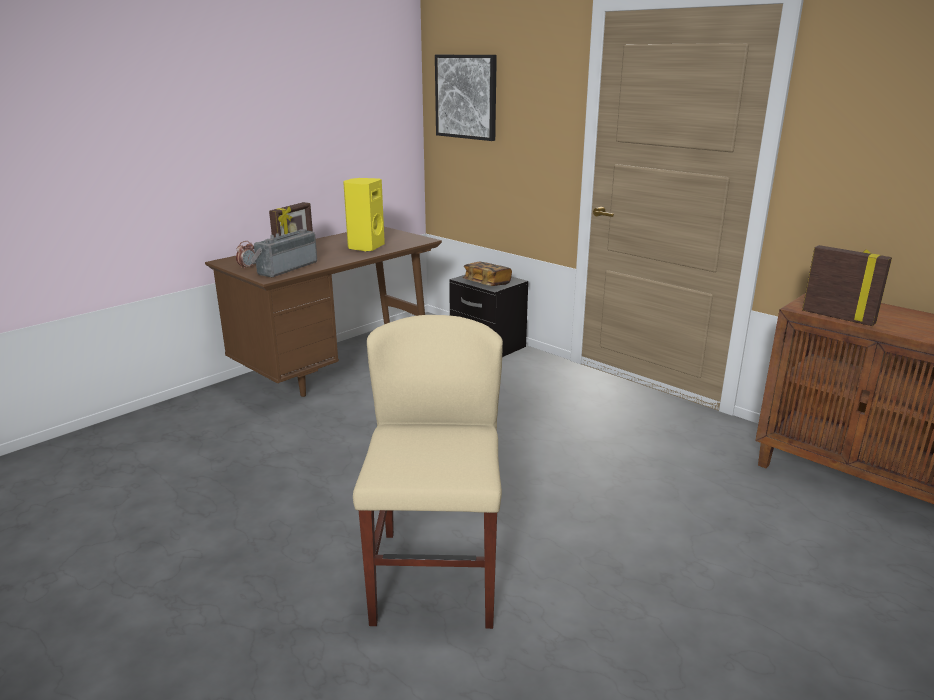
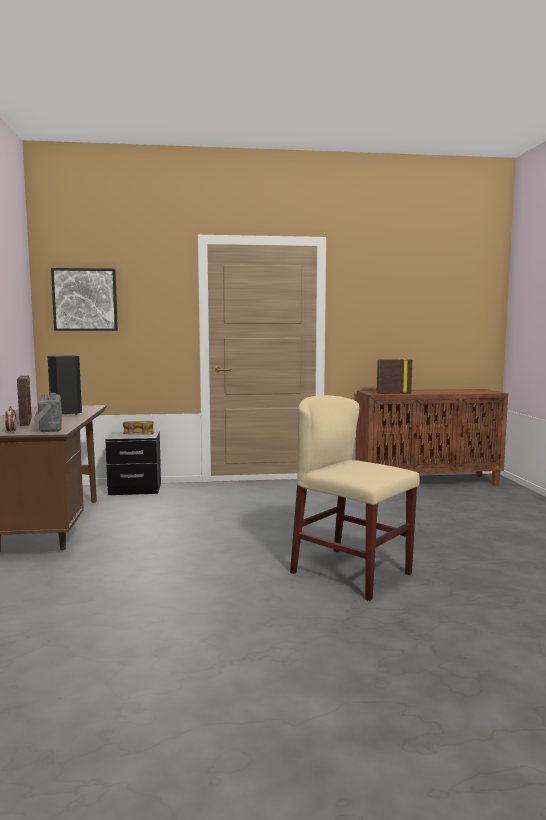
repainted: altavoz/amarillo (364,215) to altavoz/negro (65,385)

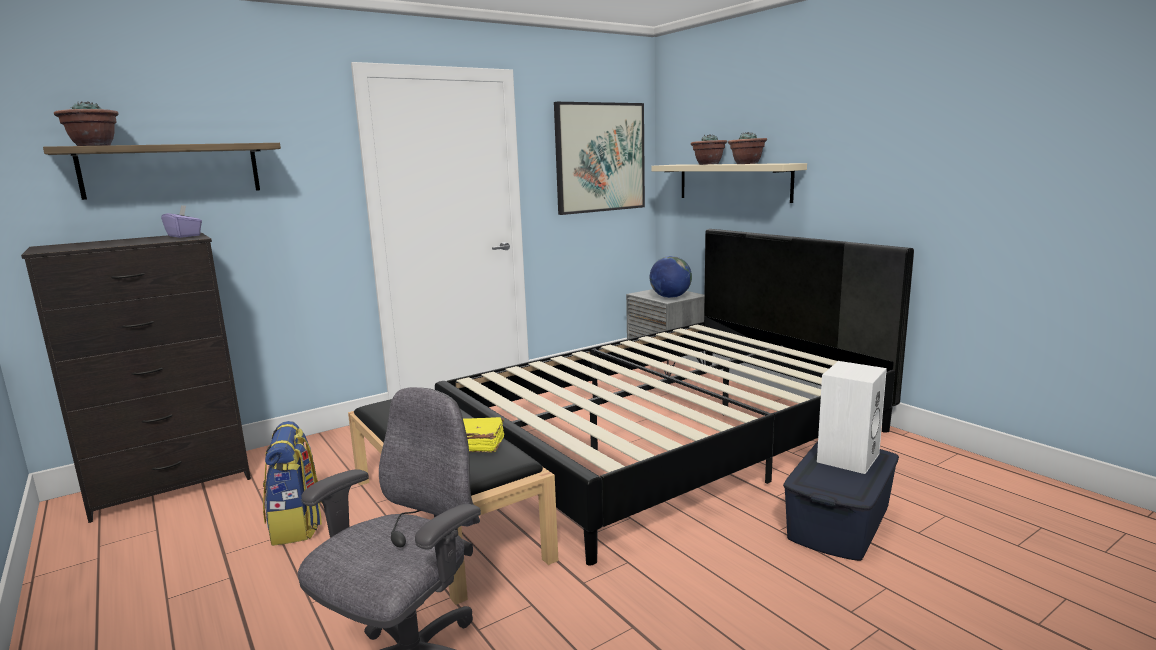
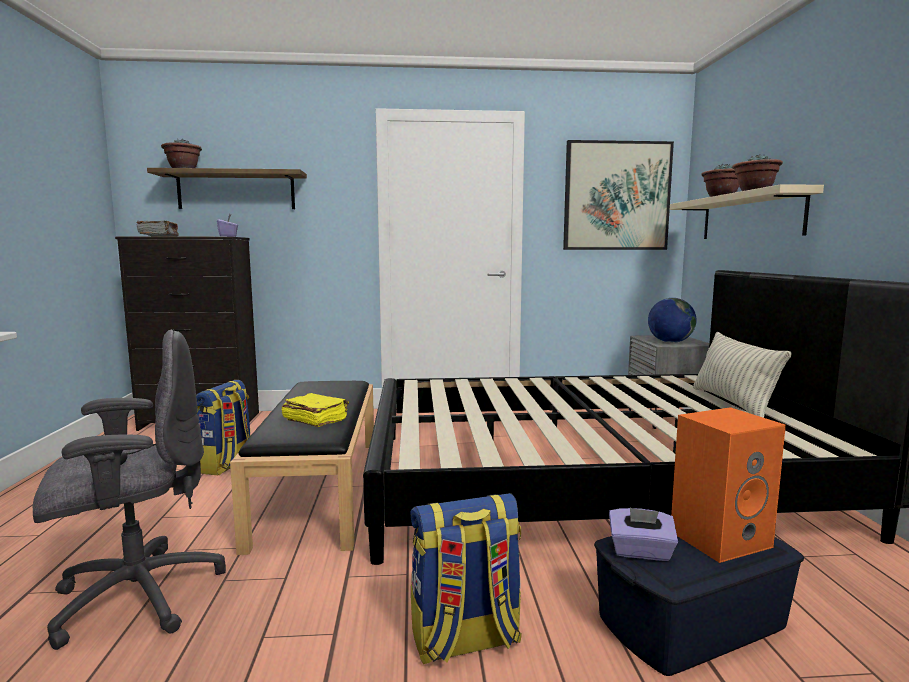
new: libro/gris (157,228); mochila (466,578); caja de pañuelos/morado (643,534); cojín (742,375)
repainted: altavoz/blanco (852,417) to altavoz/naranja (728,485)

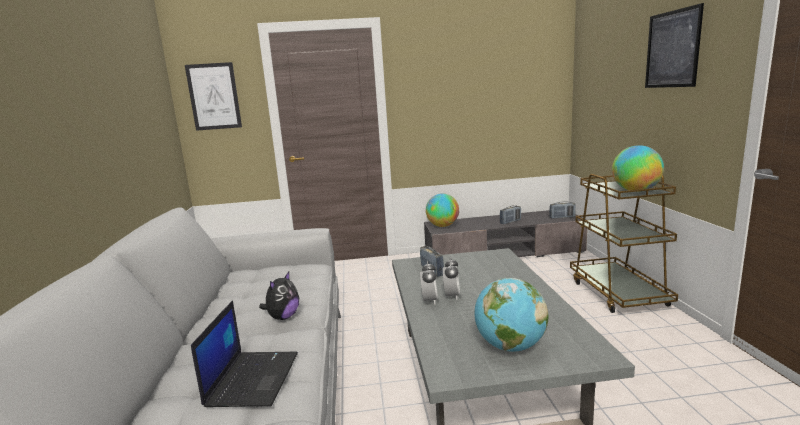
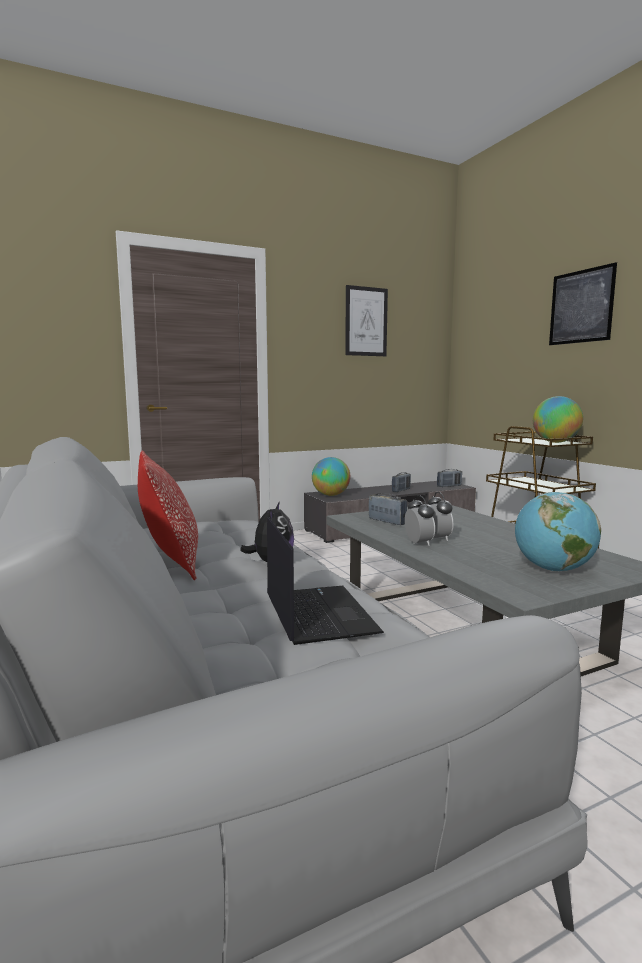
new: cojín (168,515)
shifted: cuadro (213,96) to (366,320)

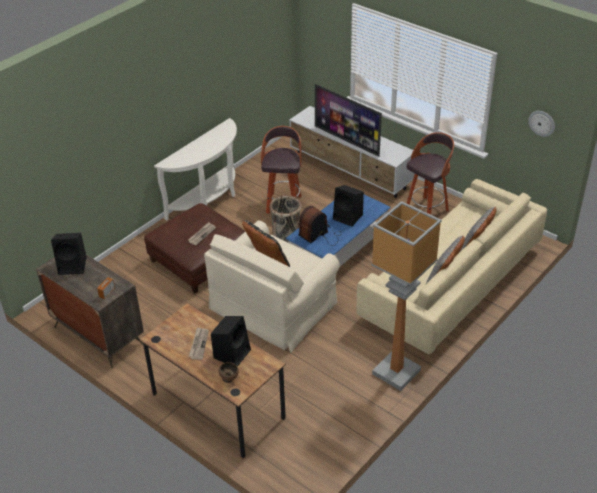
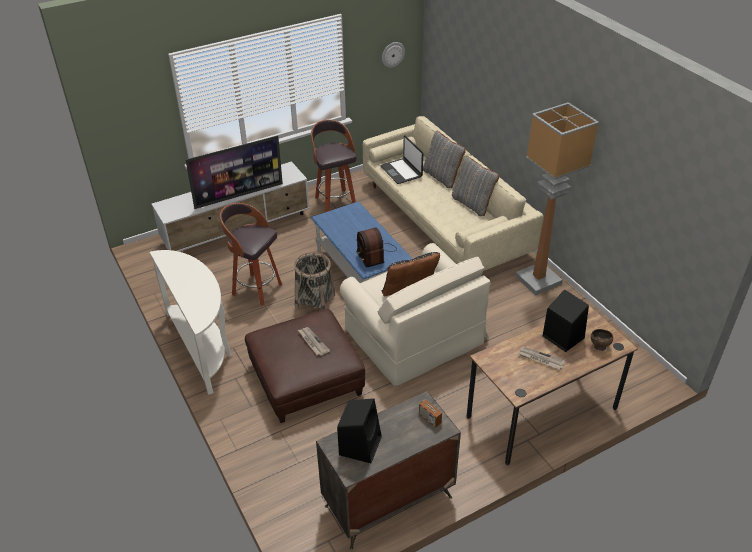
gone: altavoz/negro (348,205)
new: portátil (401,159)

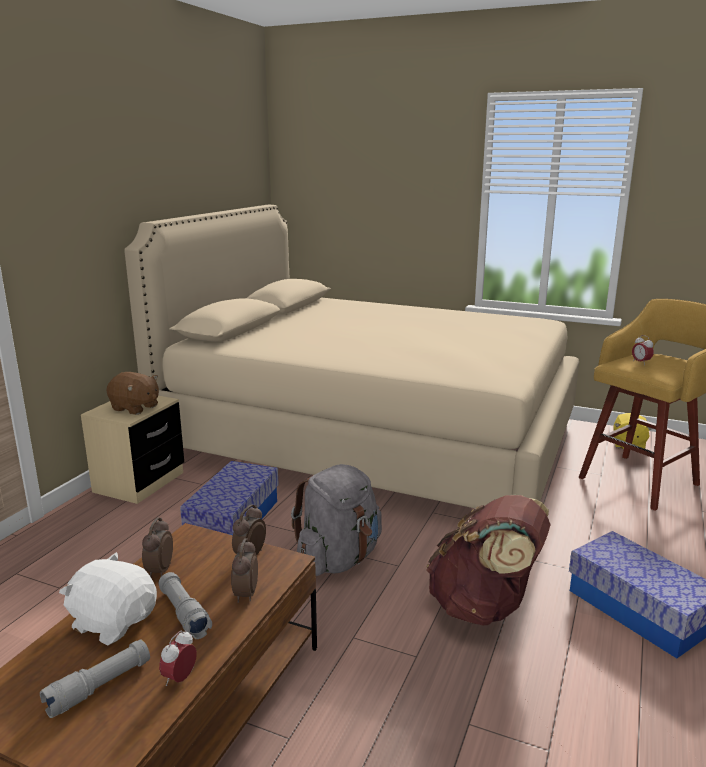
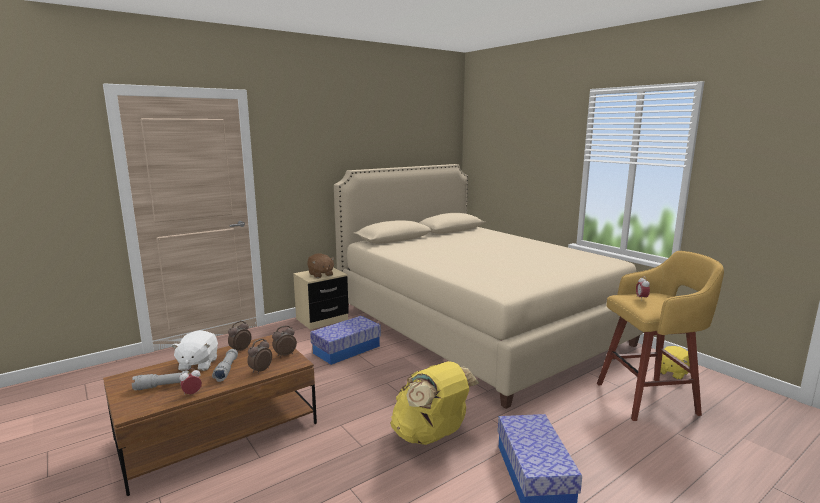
gone: mochila/gris (336,520)
repainted: mochila/marrón (489,560) to mochila/amarillo (435,403)
rotated: peluche/blanco (108,599) = (194,350) 150 degrees counterclockwise

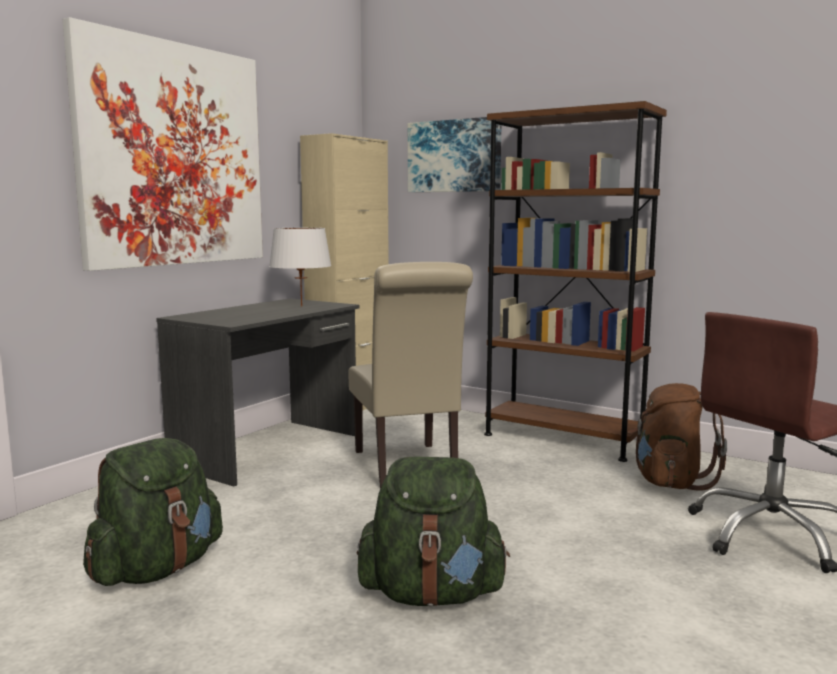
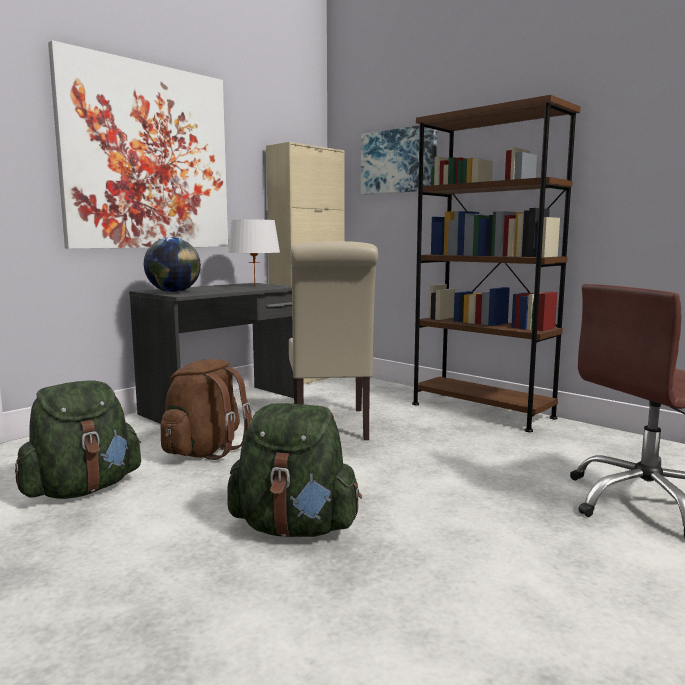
new: globo terráqueo (172,264)
shifted: mochila/marrón (677,437) to (206,409)

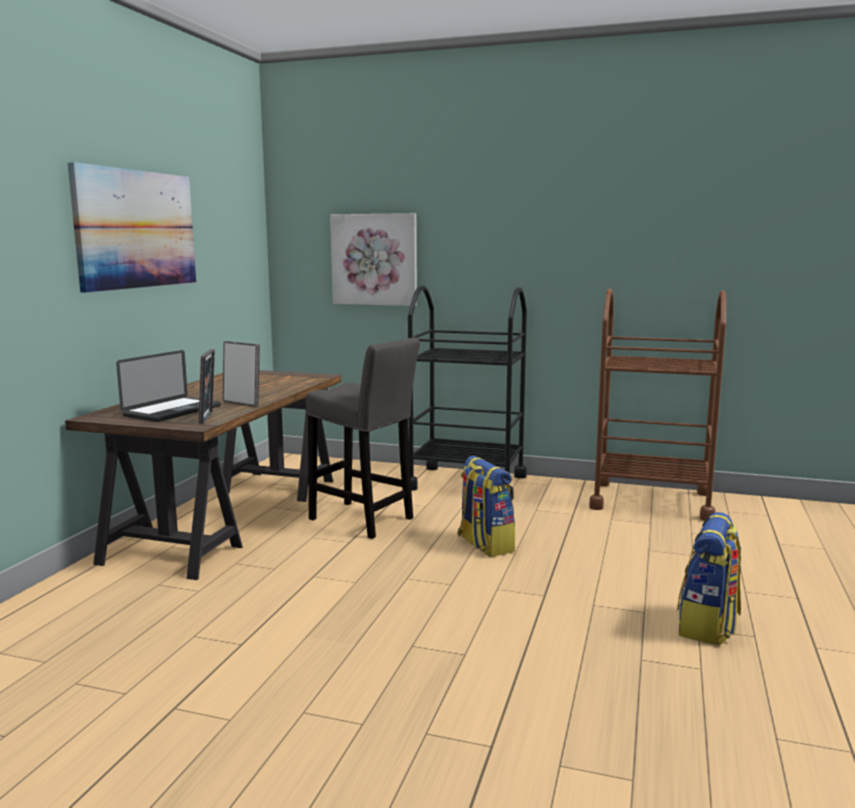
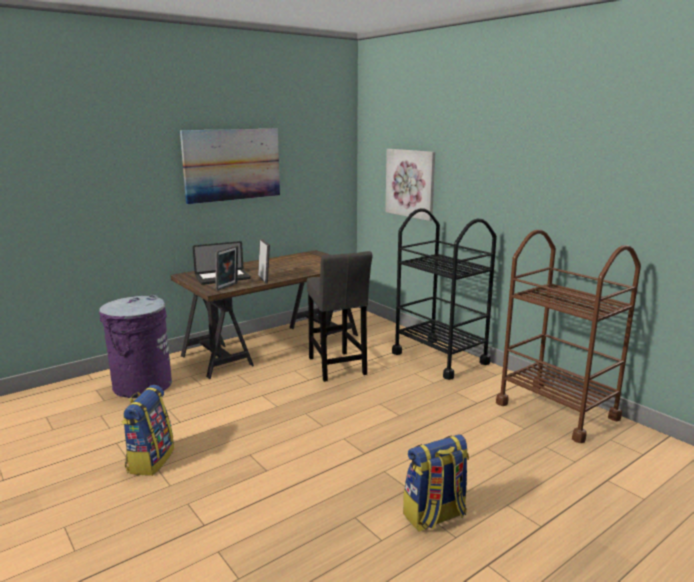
new: papelera/morado (135,346)
shifted: mochila (486,506) to (147,430)

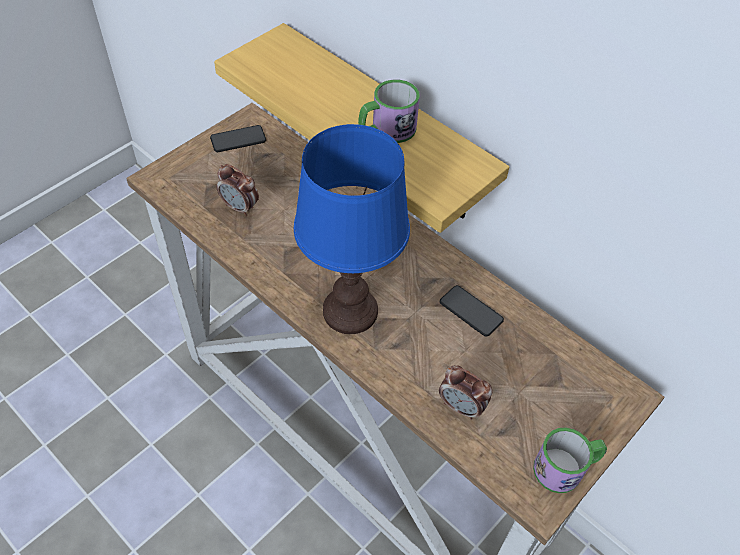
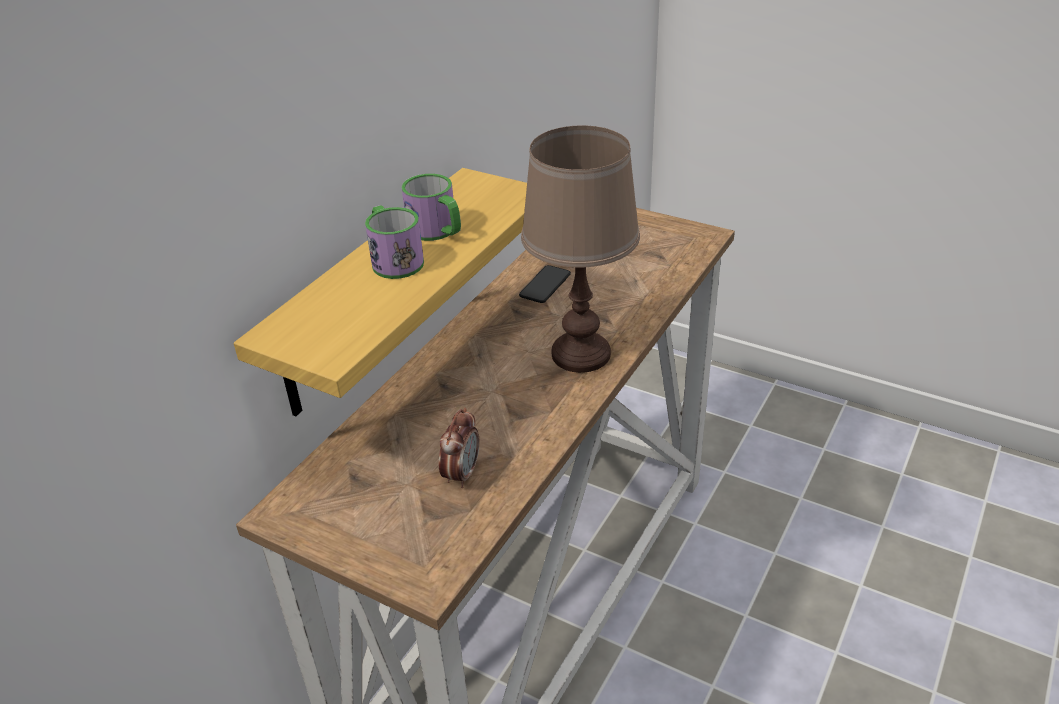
gone: móvil (238,138); despertador (465,392)
shifted: taza grande (570,460) to (394,242)
repainted: lámpara de mesa/azul (352,229) to lámpara de mesa/marrón (580,249)

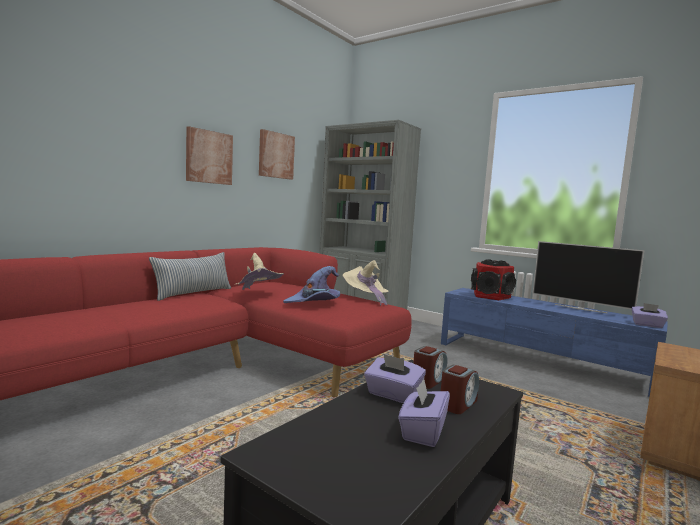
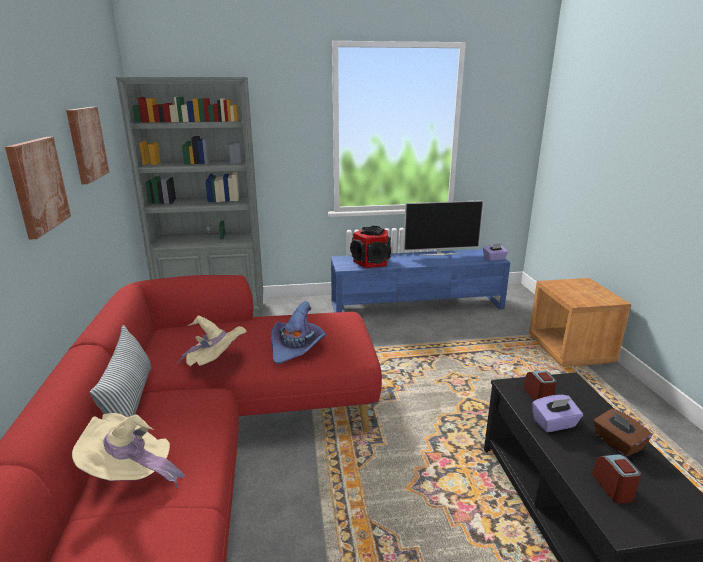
shifted: sombrero/beis (365,283) to (128,450); despertador (460,389) to (616,479)
repainted: caja de pañuelos/morado (424,413) to caja de pañuelos/marrón (623,432)

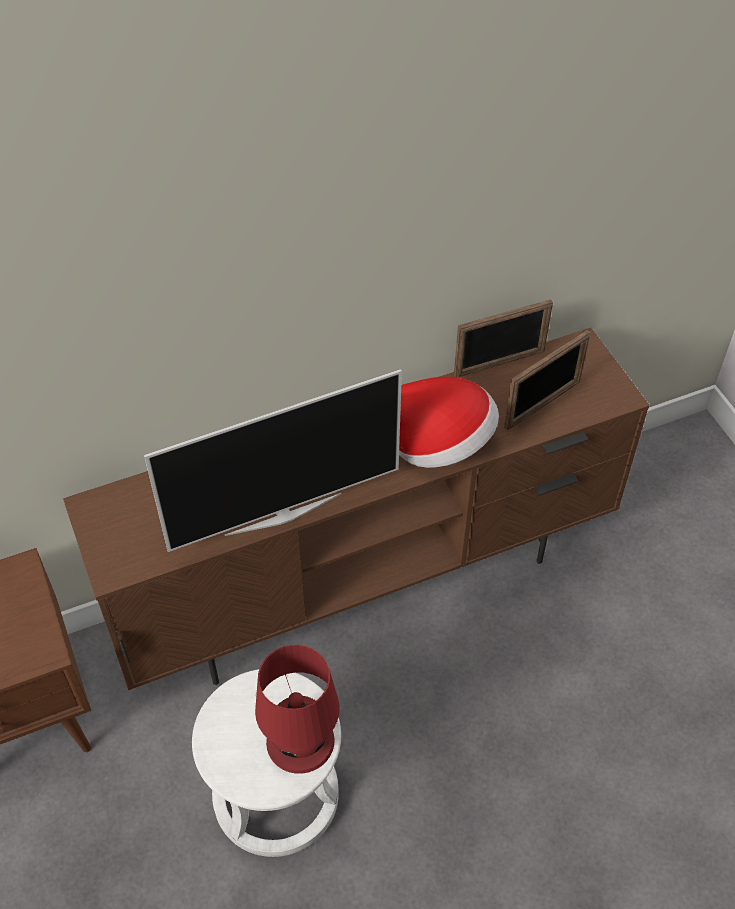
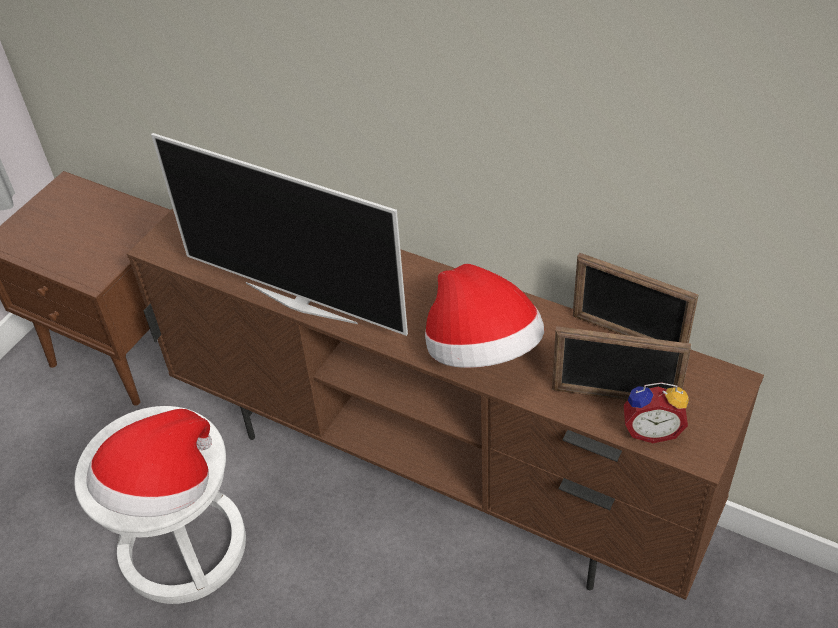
new: despertador (656,412)
swapped: lámpara de mesa/rojo (297,709) to sombrero (149,463)

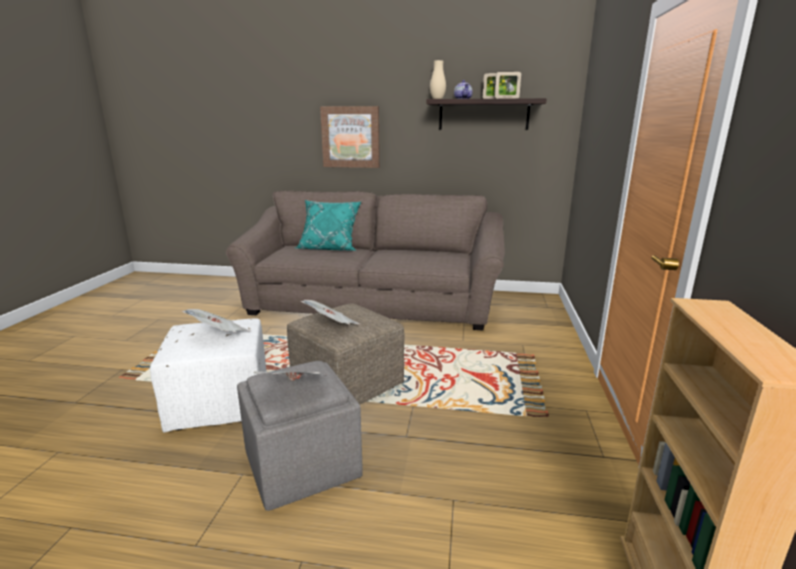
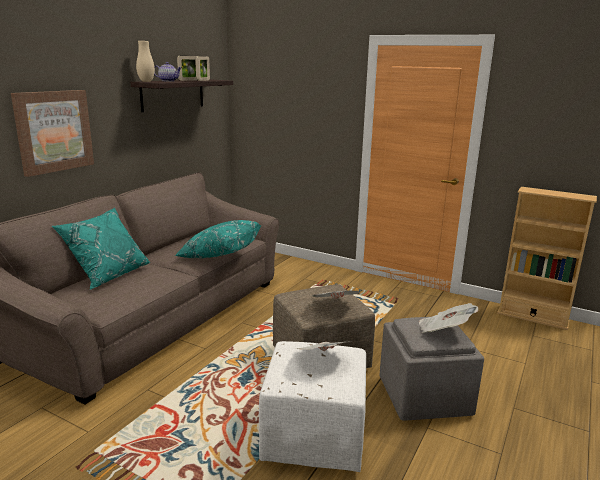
new: cojín/turquesa (218,239)

